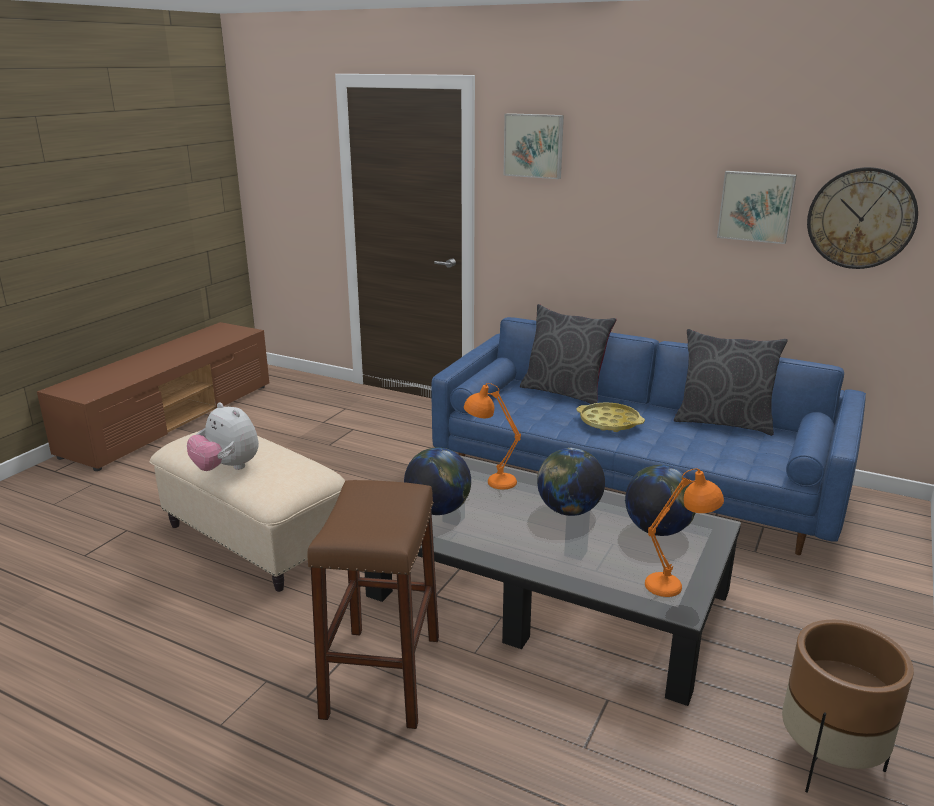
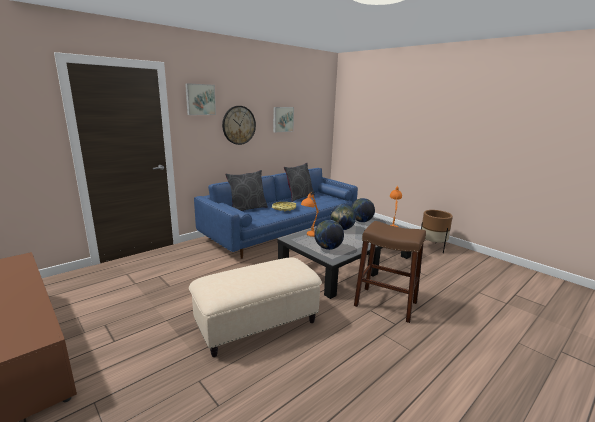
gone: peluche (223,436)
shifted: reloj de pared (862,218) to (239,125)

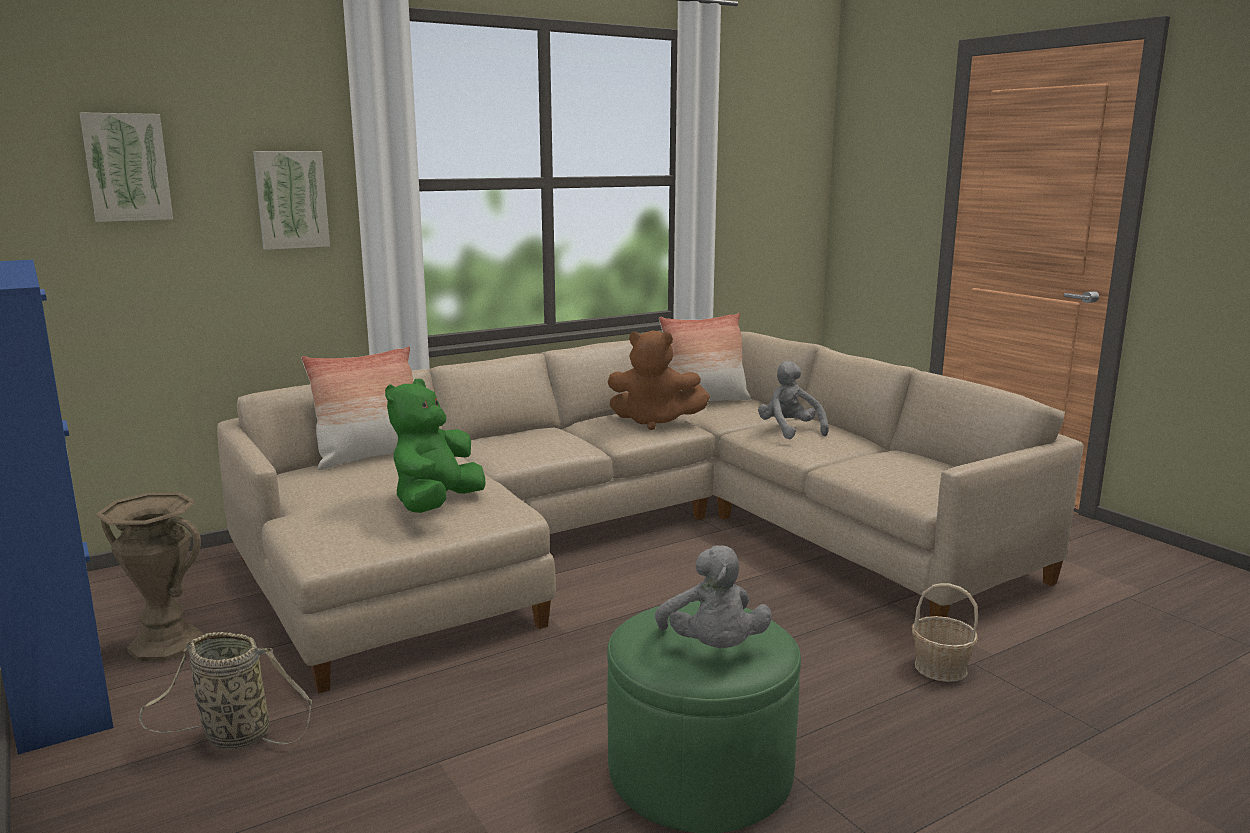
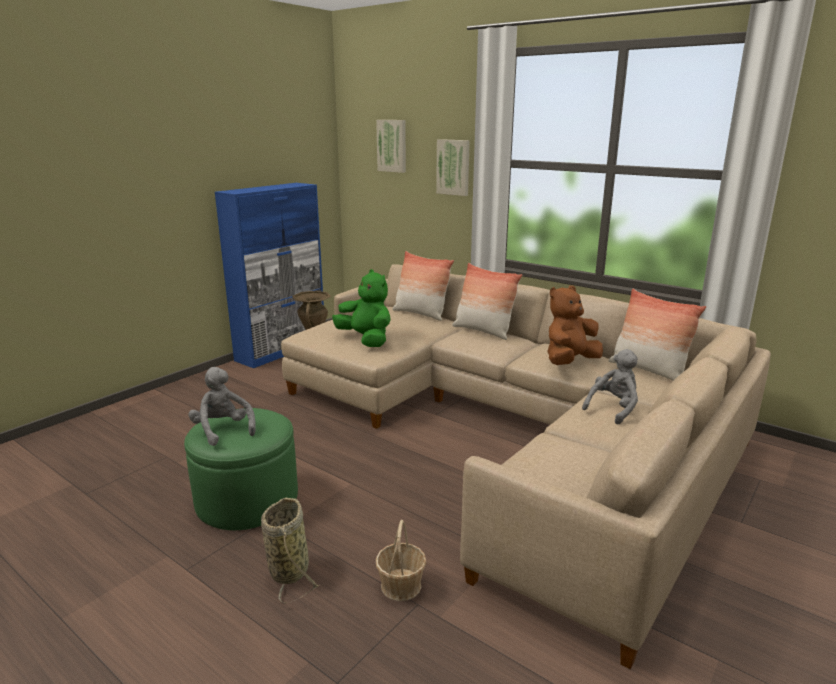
new: cojín (487,301)
shifted: cesta (225,690) to (290,551)
rotated: peluche/verde (435,446) = (361,308) 45 degrees clockwise; peluche/marrón (659,380) = (575,325) 60 degrees clockwise; peluche/gris (713,596) = (222,406) 90 degrees clockwise

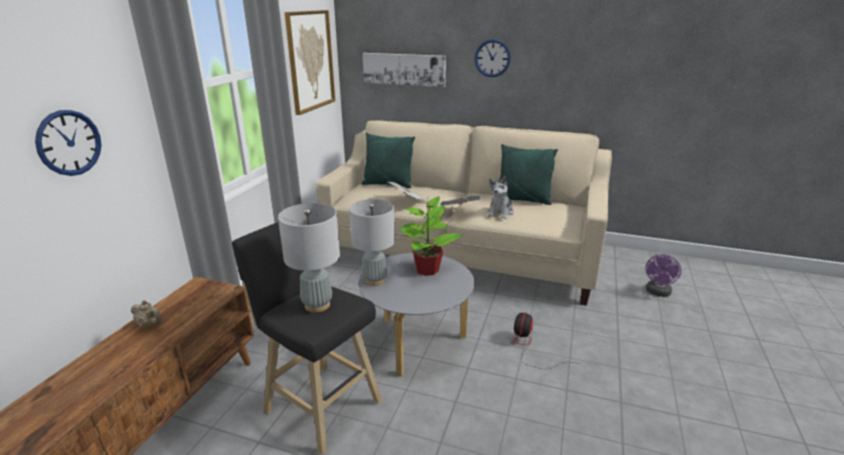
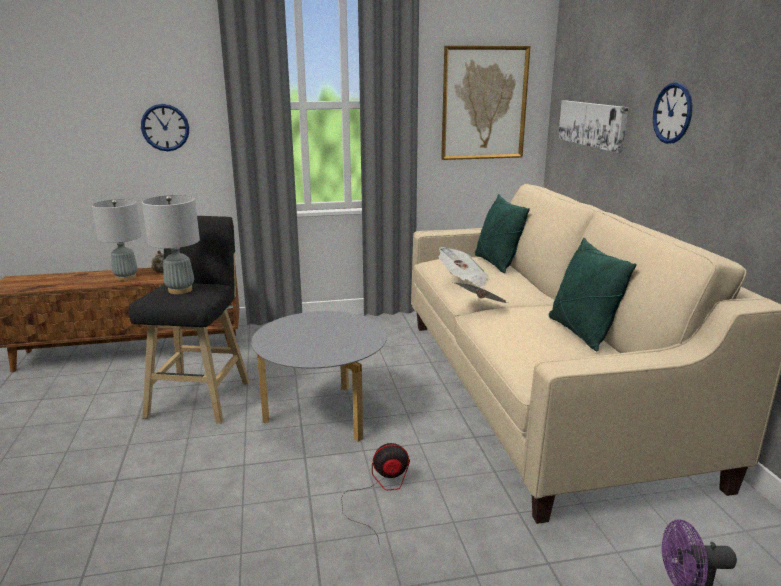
gone: planta en maceta (431,236); peluche (501,197)
shifted: lámpara de mesa/gris (372,242) to (116,240)

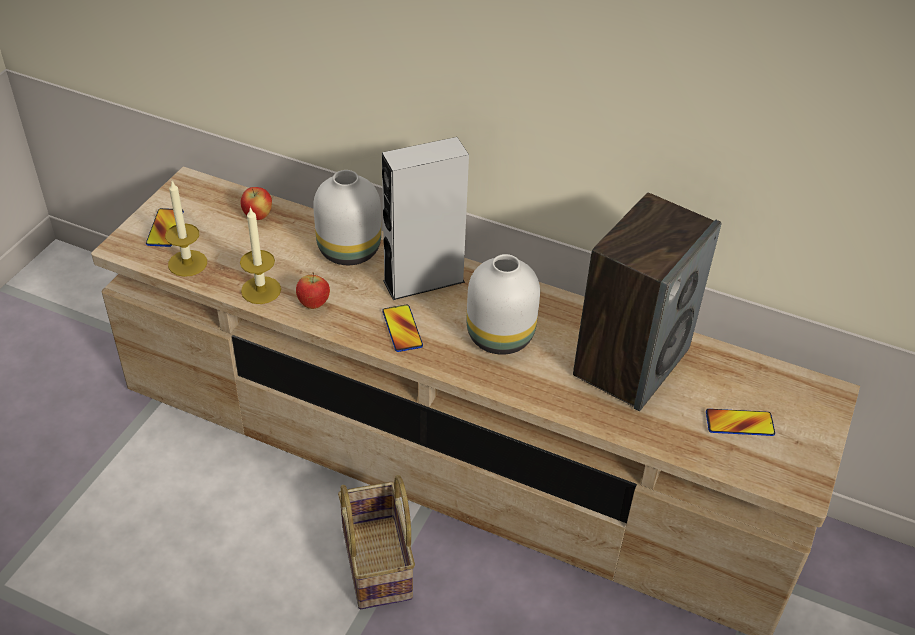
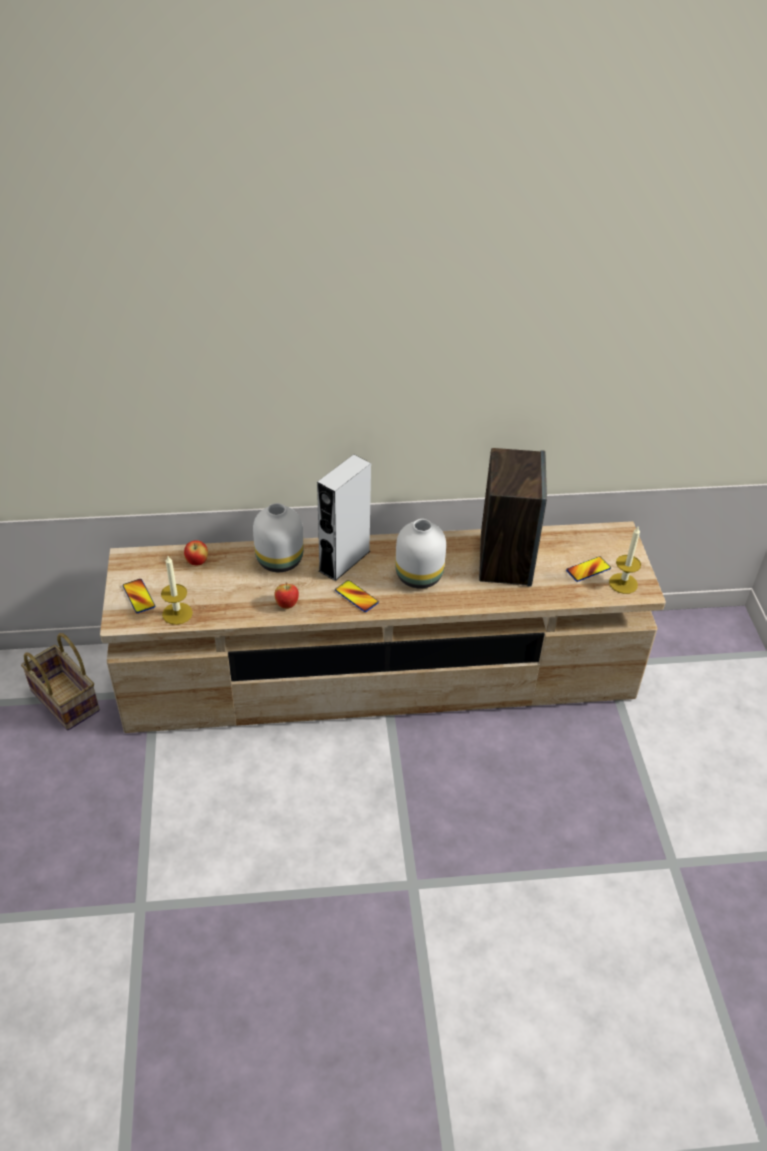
shifted: vela (260,255) to (625,560); cesta (376,542) to (60,682)

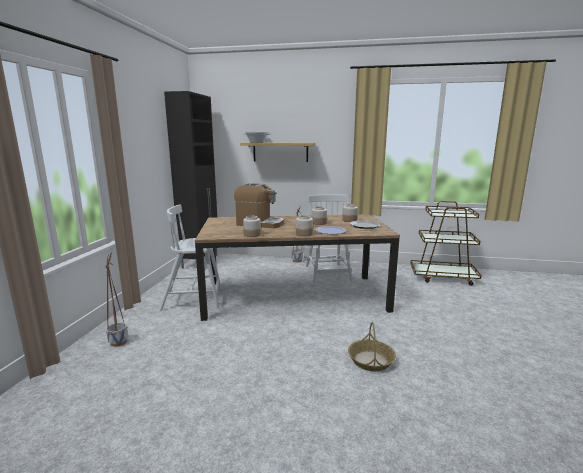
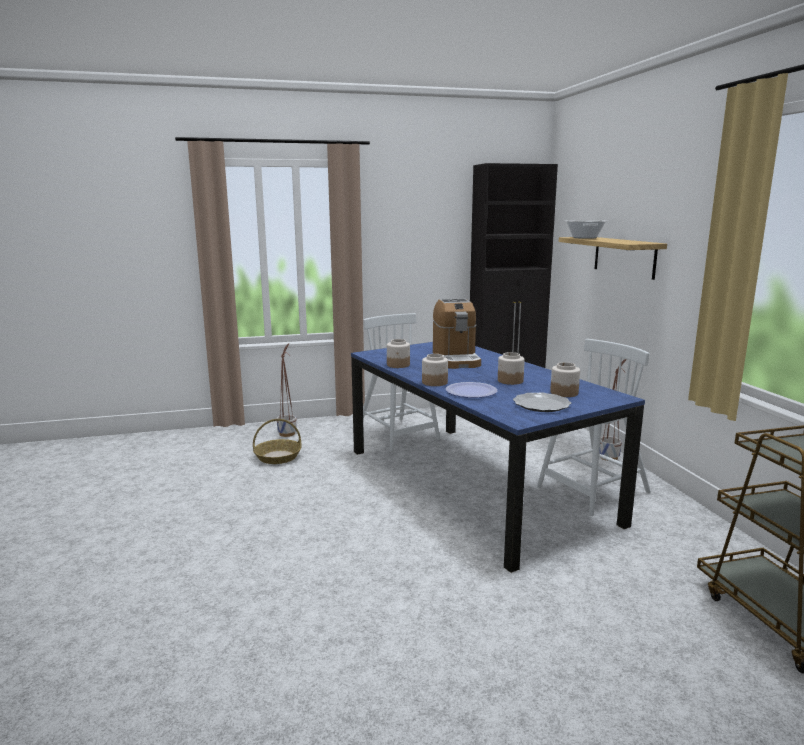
shifted: cesta (372,346) to (277,441)
repainted: mesa de comedor/marrón (297,267) to mesa de comedor/azul (498,457)

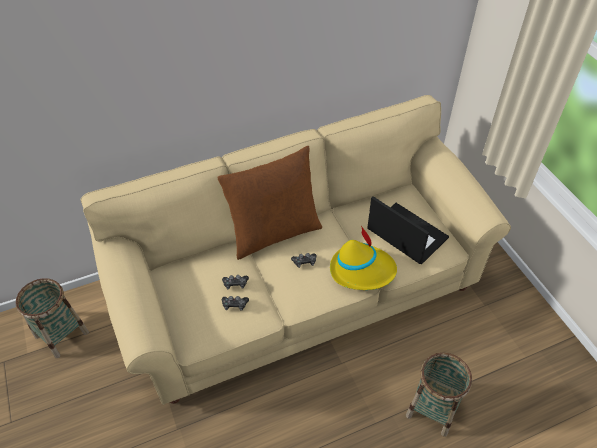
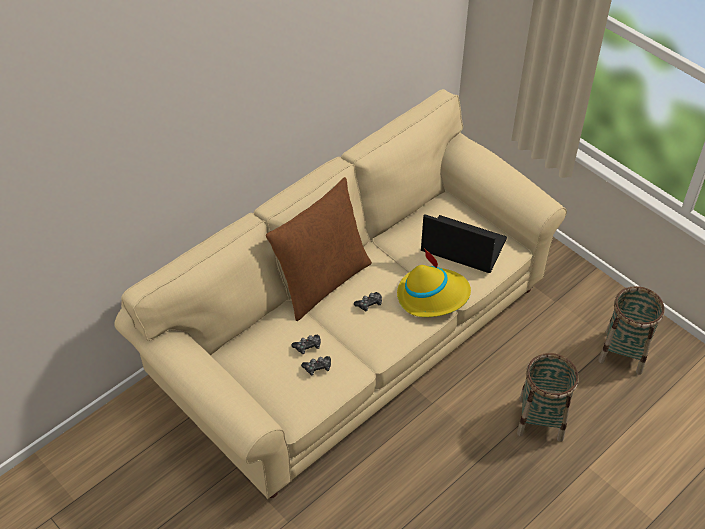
shifted: cesta (52,318) to (631,330)

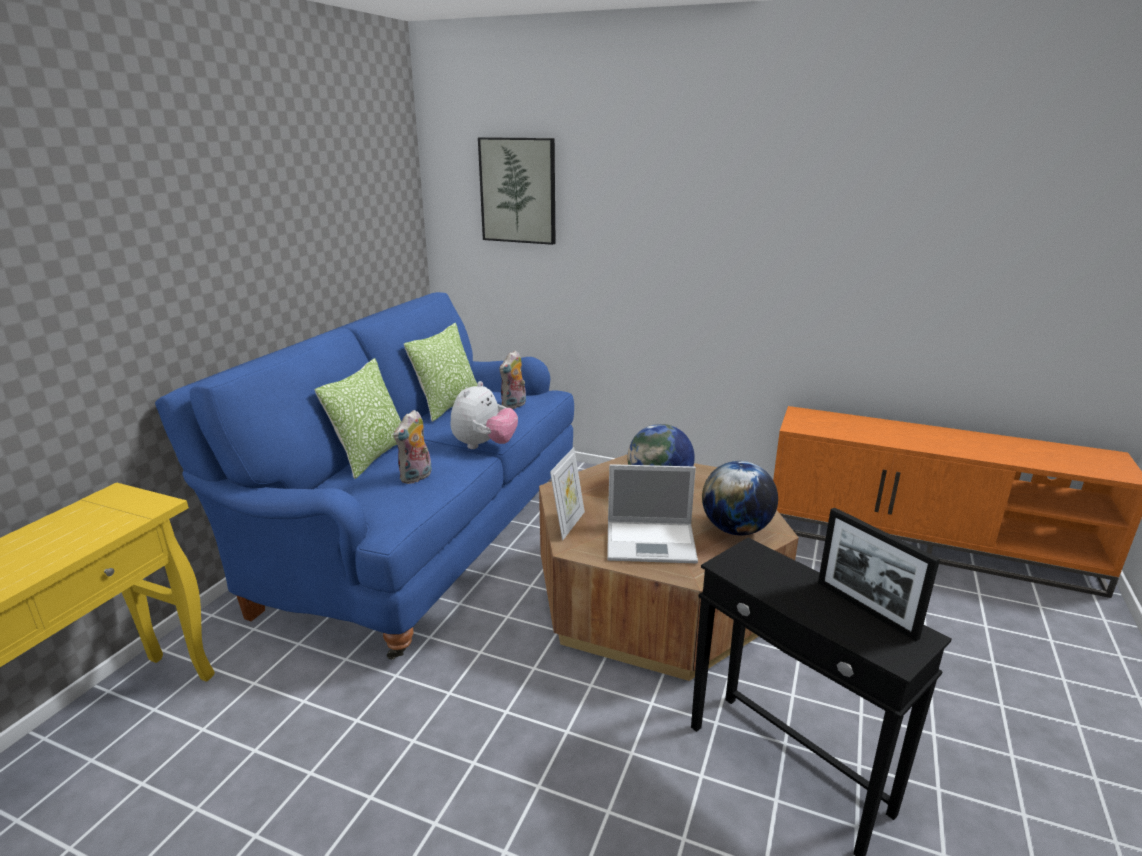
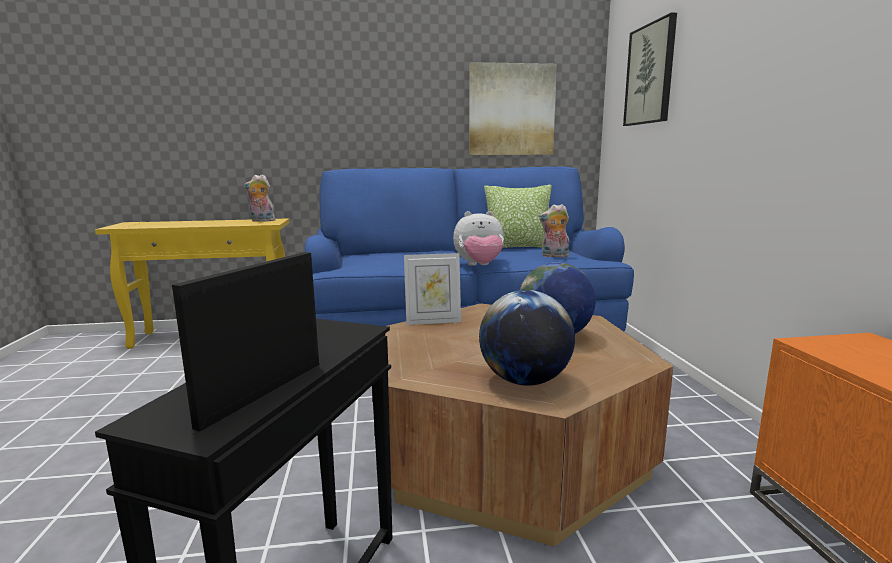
gone: cojín (357,418); portátil (652,513)
new: cuadro (513,108)
shifted: peluche (412,447) to (259,198)

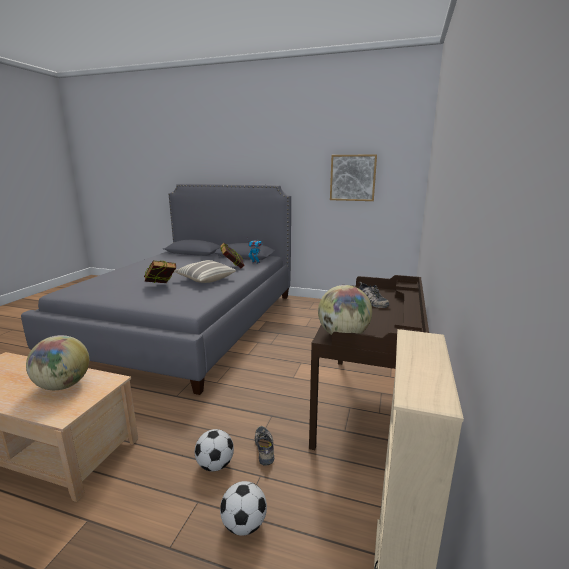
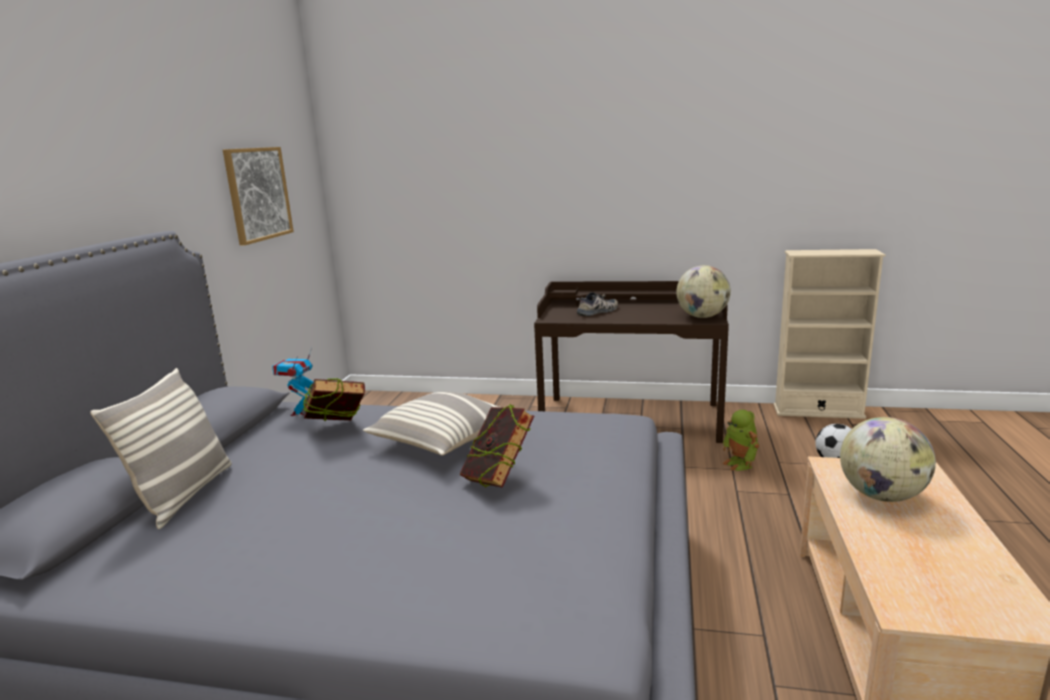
gone: balón de fútbol (214,450)
new: cojín (161,448)
swapped: zapato (264,446) to robot de juguete (741,440)

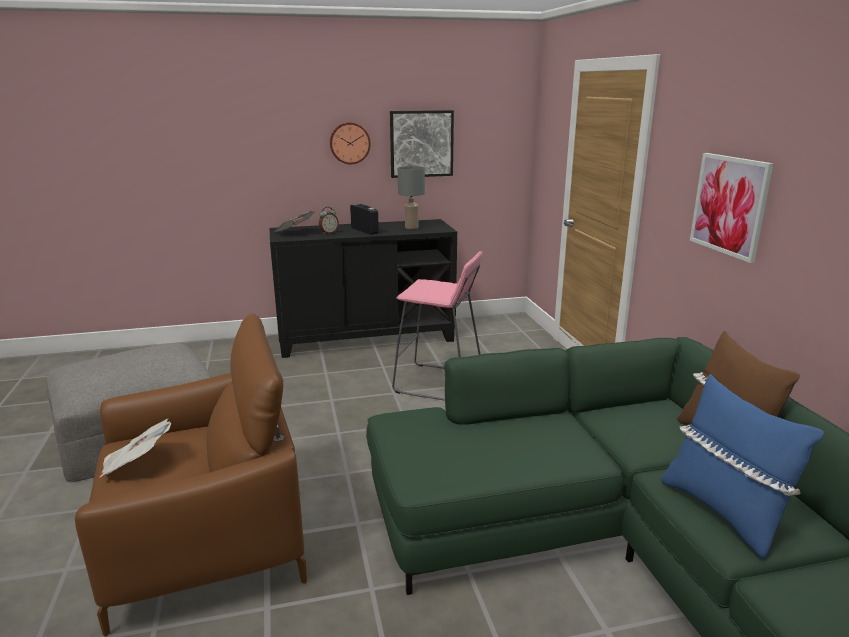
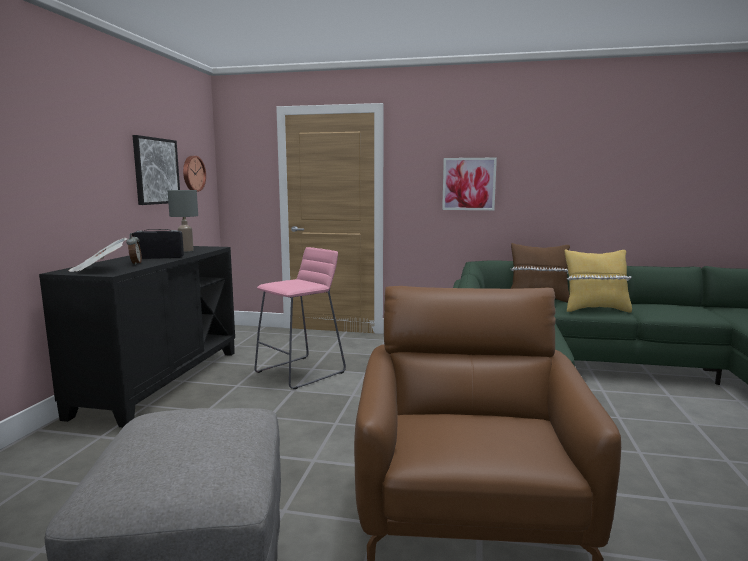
gone: periódico (135,448)
shifted: reloj de pared (350,143) to (194,174)
repainted: cojín/azul (742,466) to cojín/amarillo (598,281)

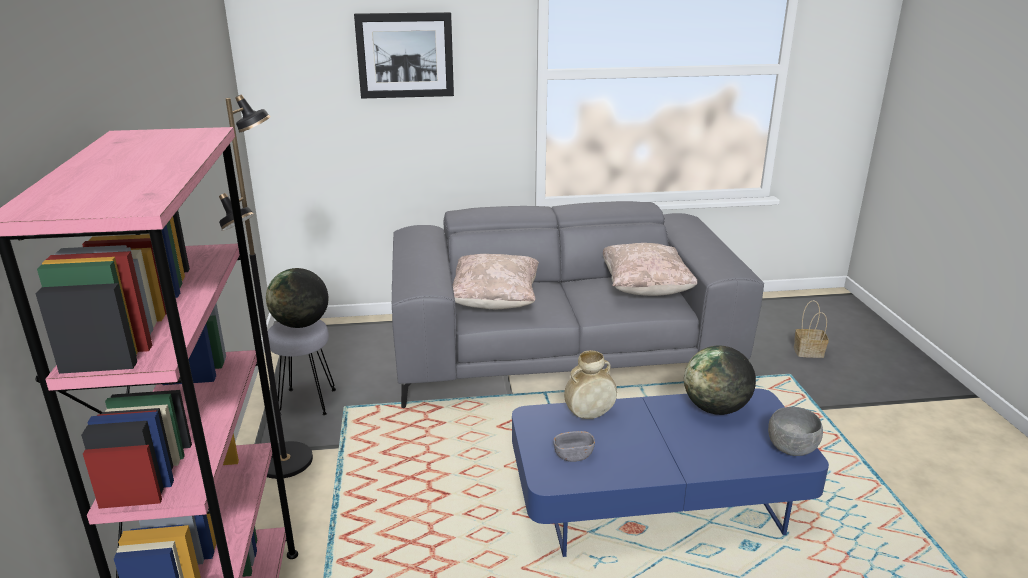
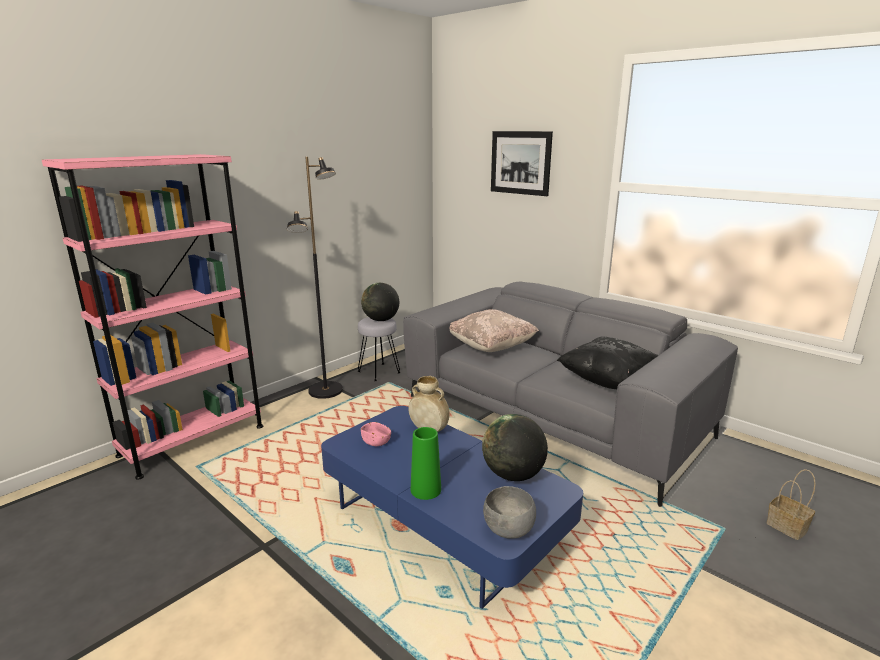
new: florero/verde (426,463)
repainted: cuenco/gris (574,446) to cuenco/rosa (376,434); cojín/beis (650,269) to cojín/negro (608,362)

